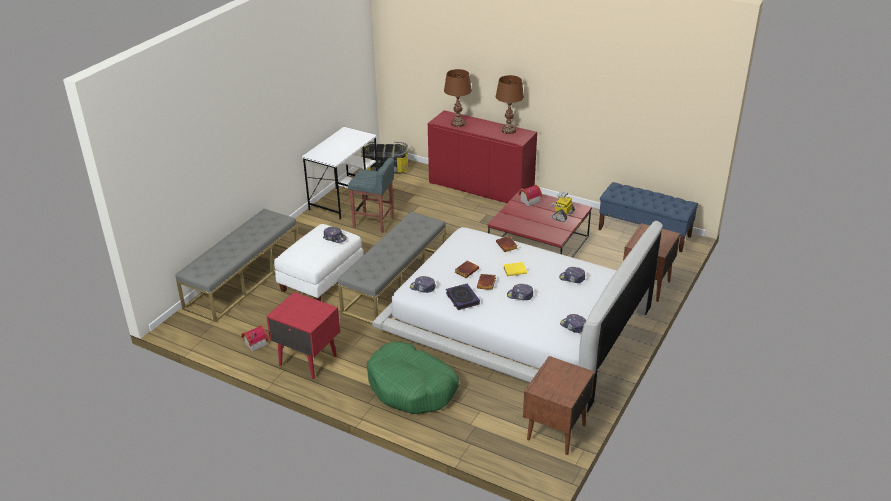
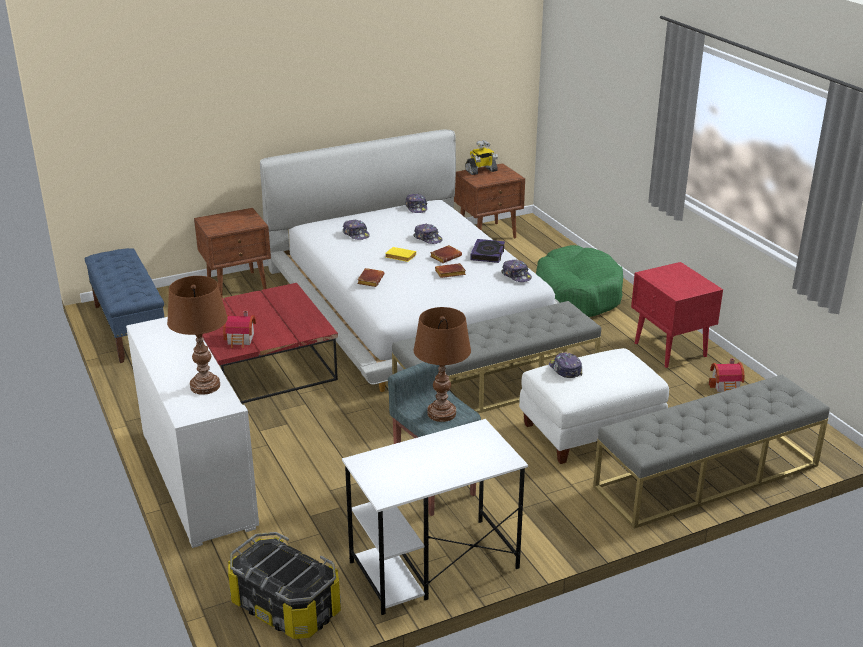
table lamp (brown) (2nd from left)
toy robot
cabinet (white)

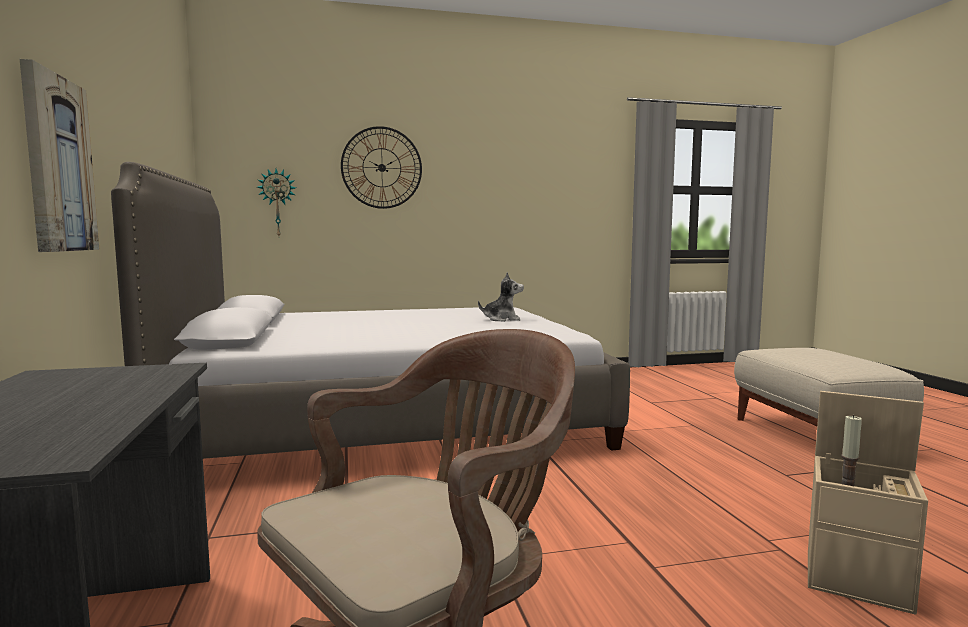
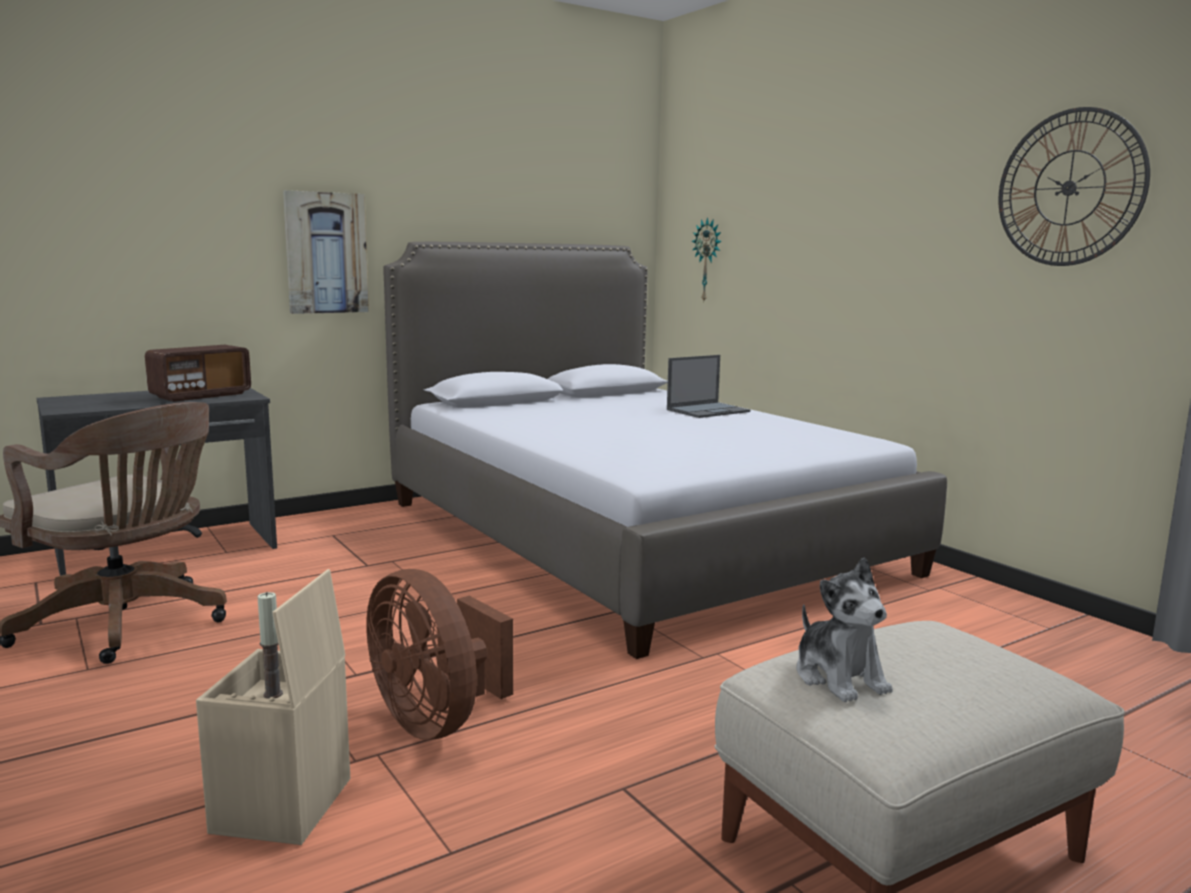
radio
fan (brown)
laptop
wall clock (2nd from left)
plush toy

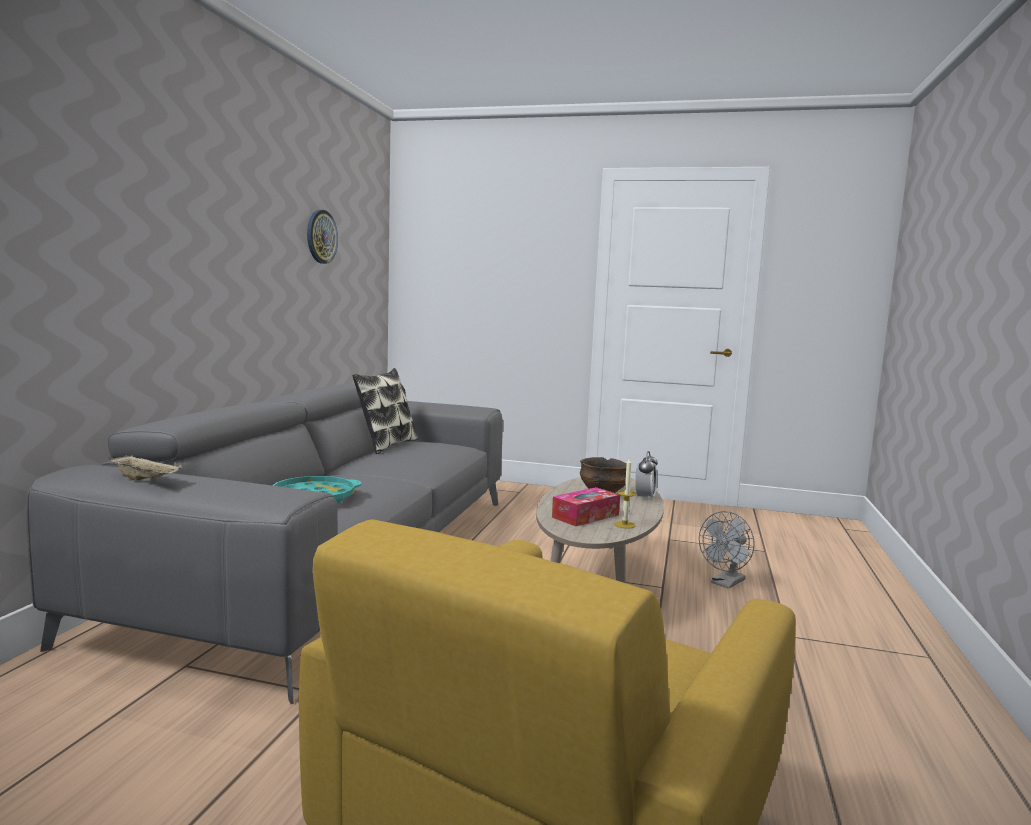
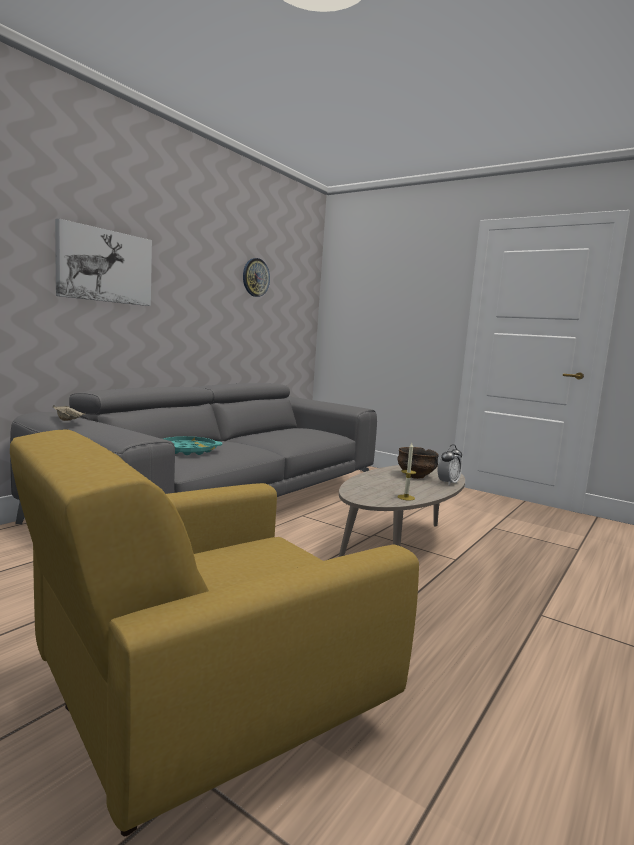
pillow
tissue box
fan (grey)
picture

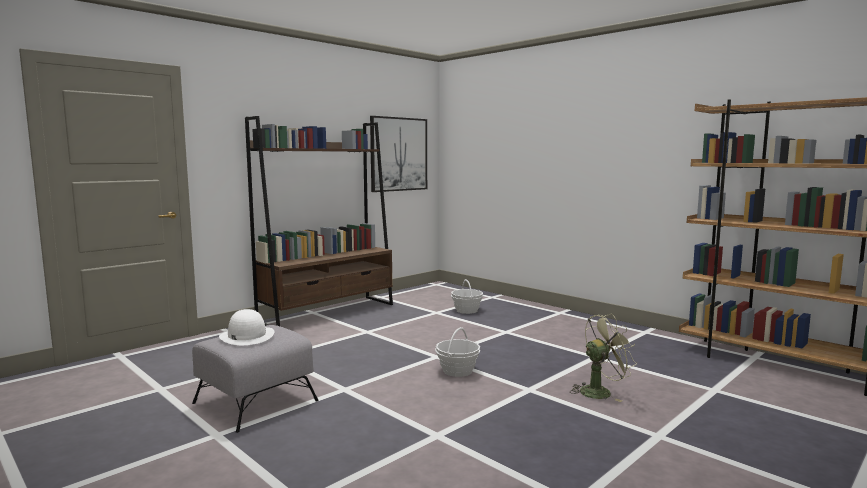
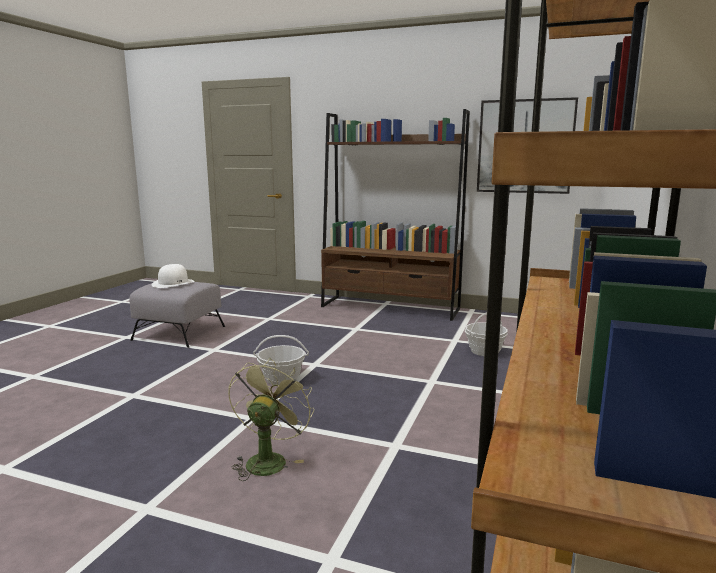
fan (green)

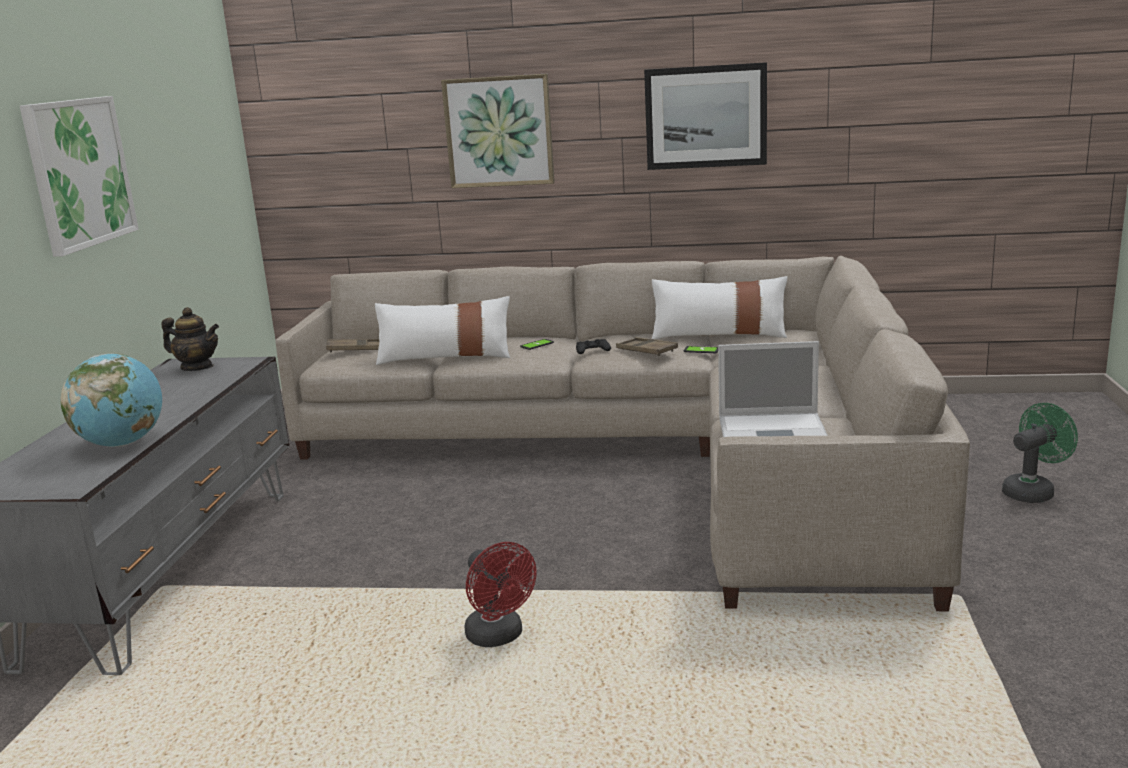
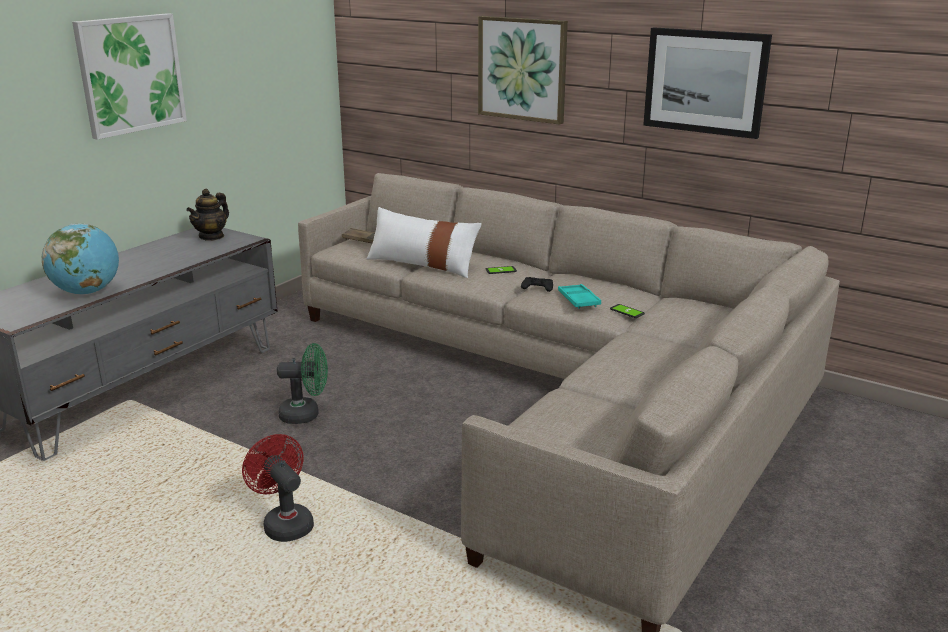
pillow (white) (2nd from left in the first image)
laptop
fan (green)
tray (turquoise)
teapot
fan (red)

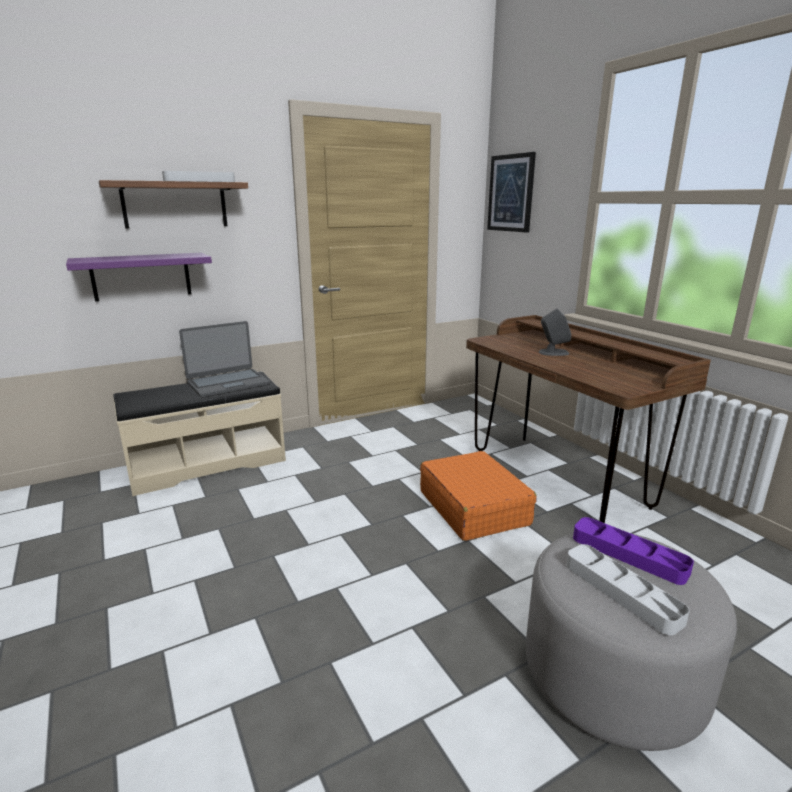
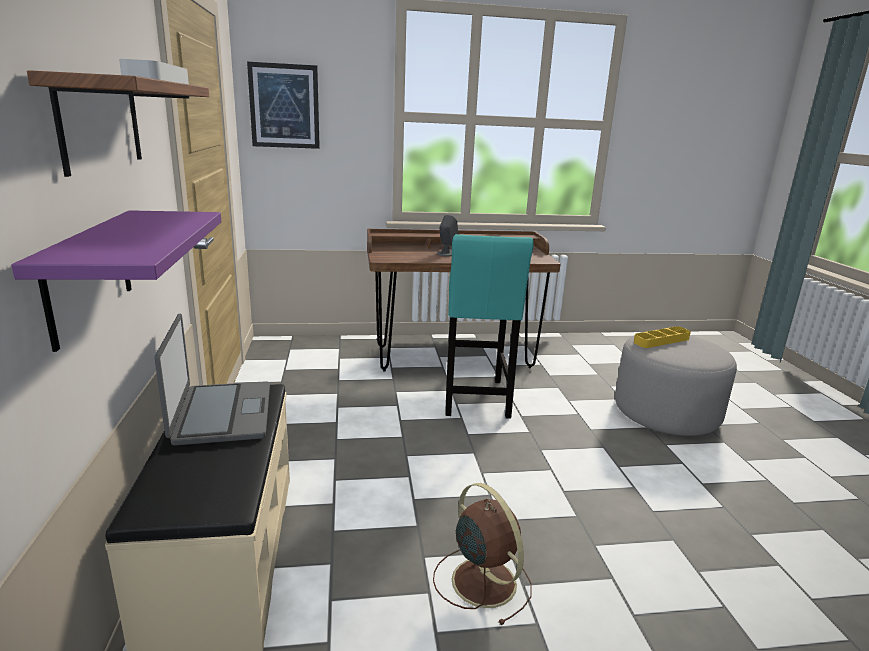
tray (grey) (2nd from left in the first image)
fan (brown)
stool (turquoise)
tray (yellow)

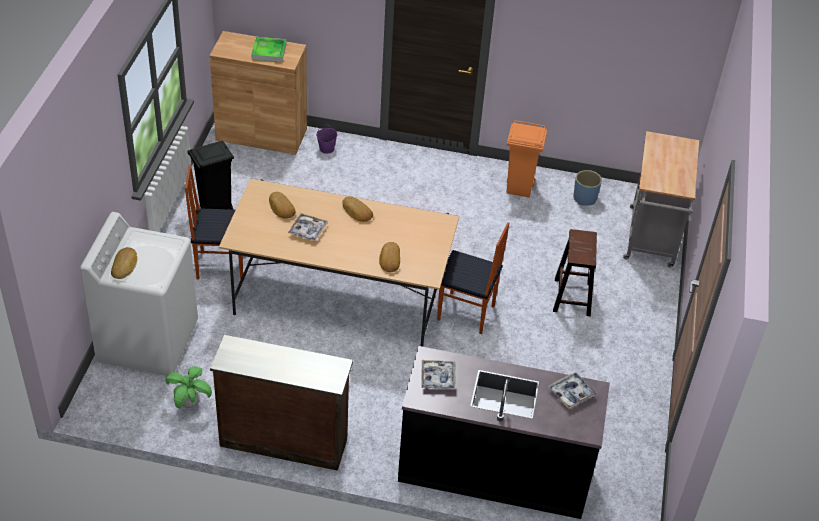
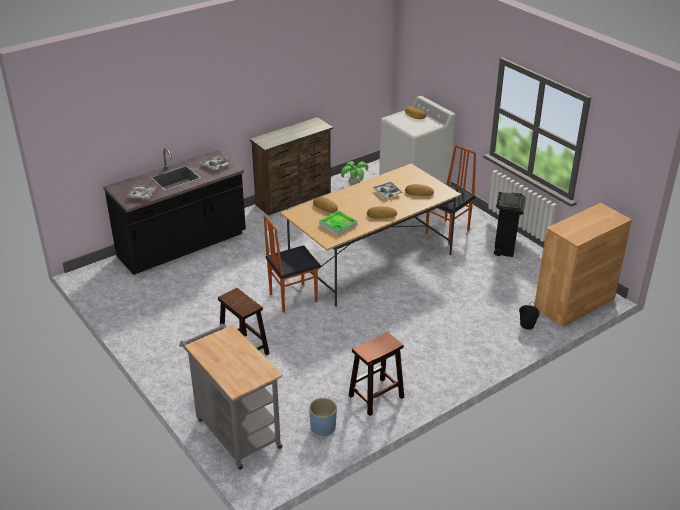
tray (3rd from left)
stool (brown) (2nd from left)
bucket (black)

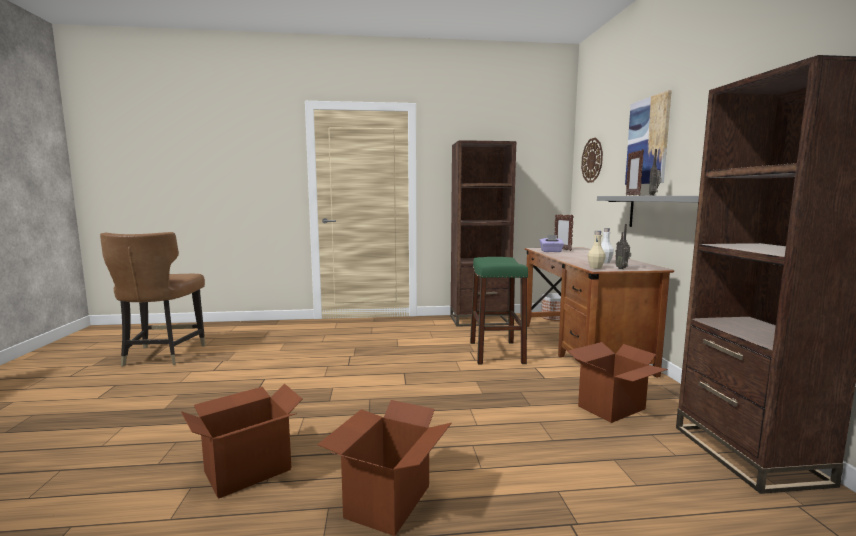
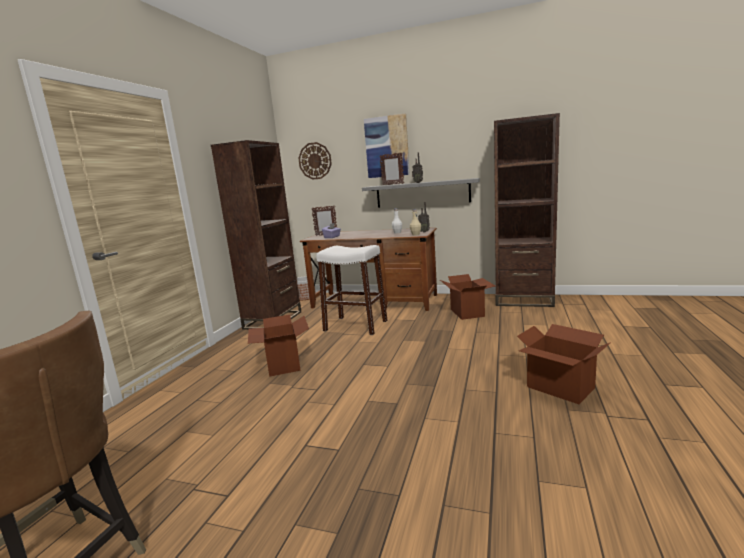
cardboard box (1st from left)
stool (white)

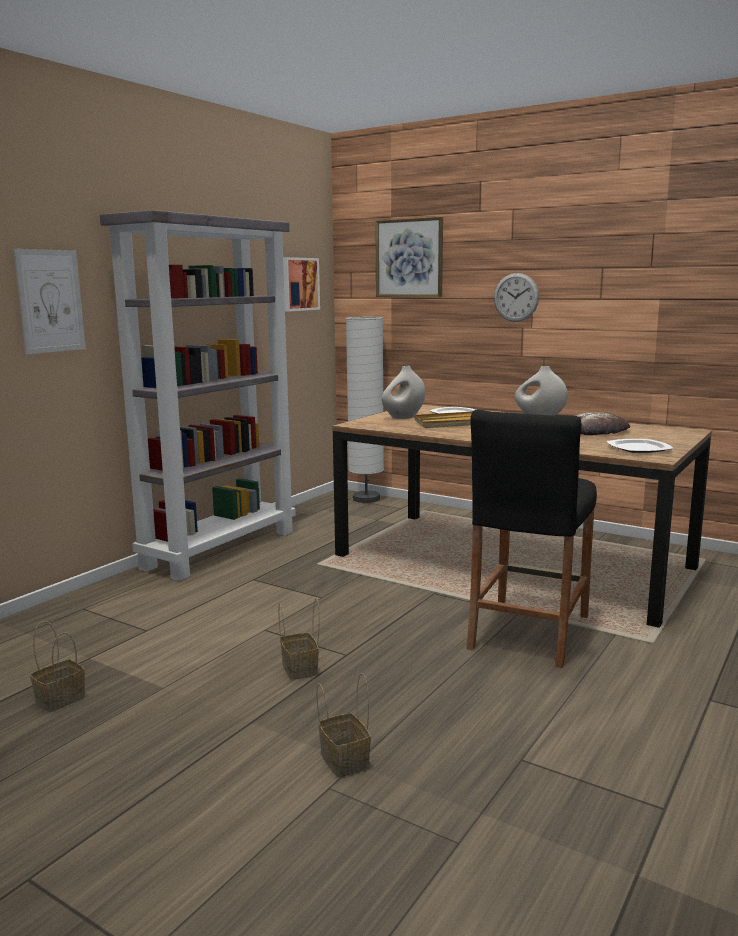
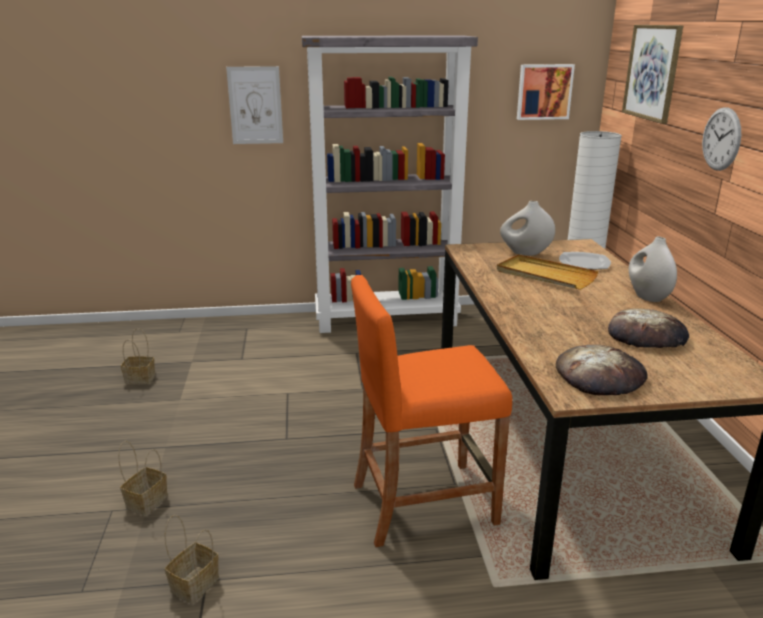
basket (3rd from left)
bread (1st from left)
stool (orange)

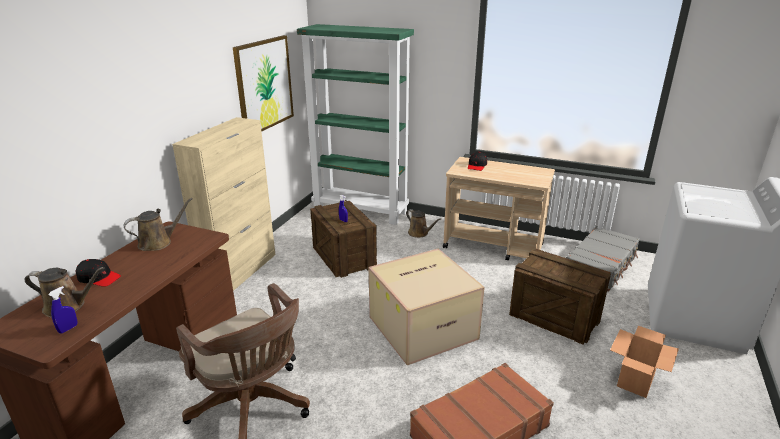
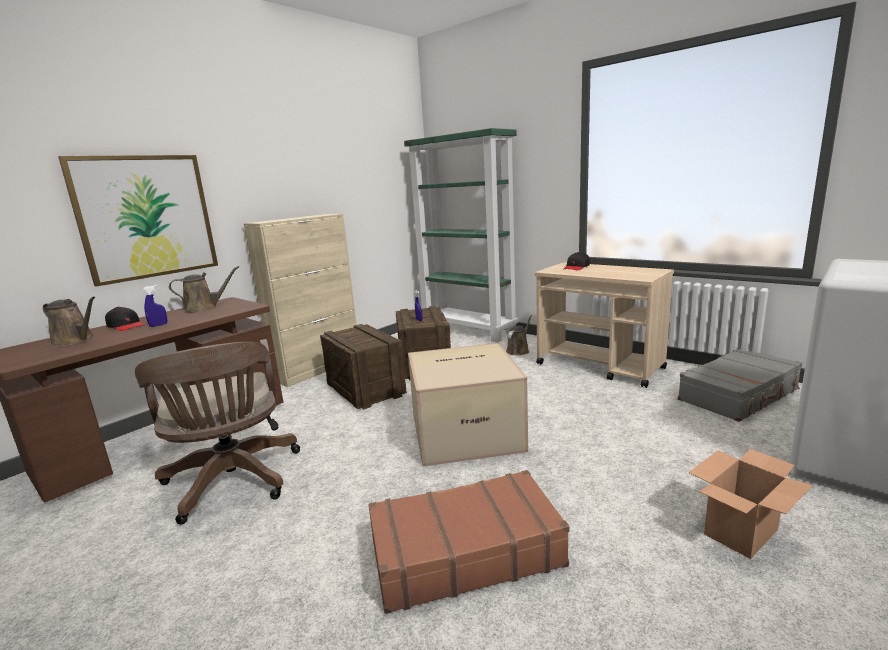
spray bottle (blue) (1st from left)
picture
crate (1st from left)
watering can (brown) (3rd from left)

